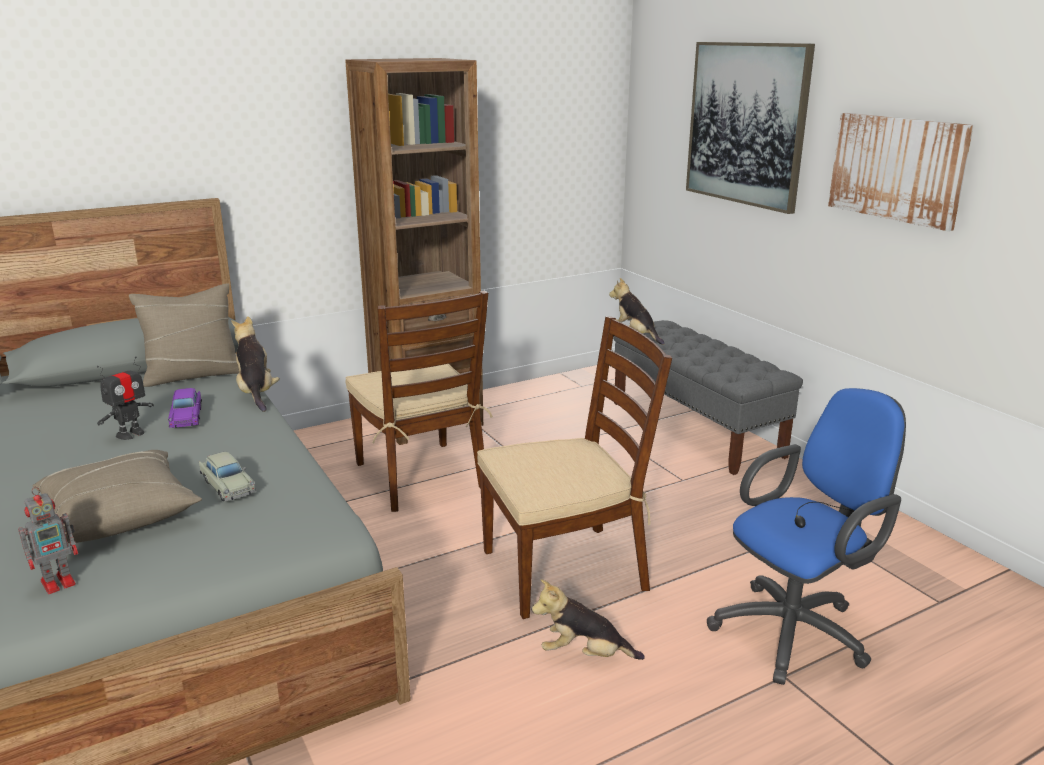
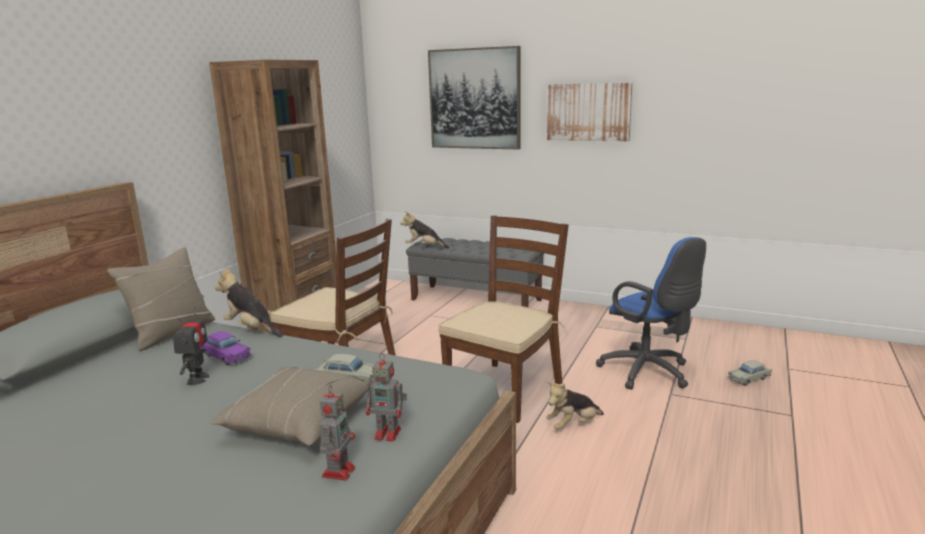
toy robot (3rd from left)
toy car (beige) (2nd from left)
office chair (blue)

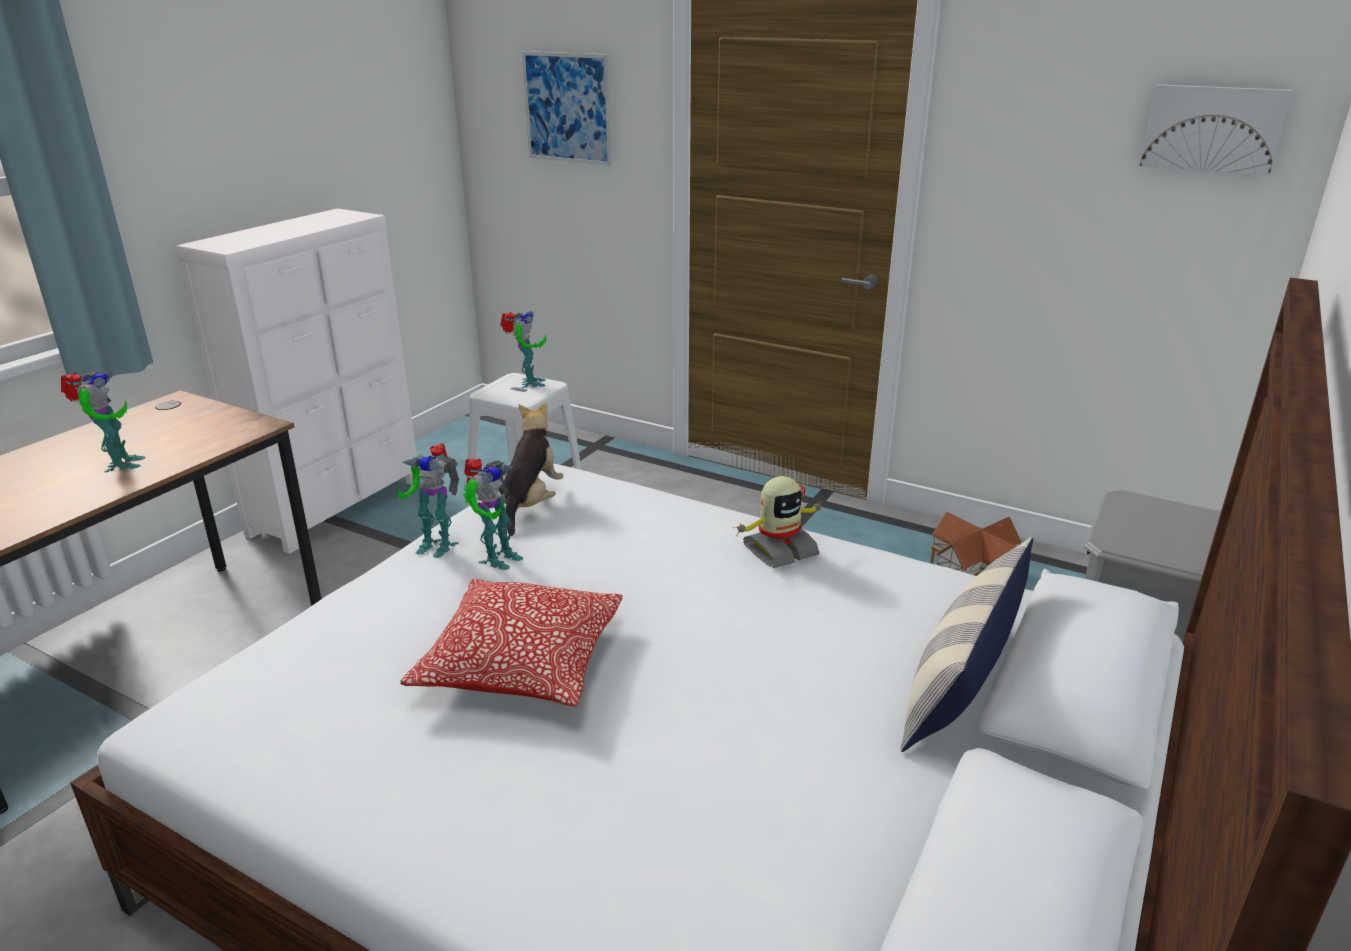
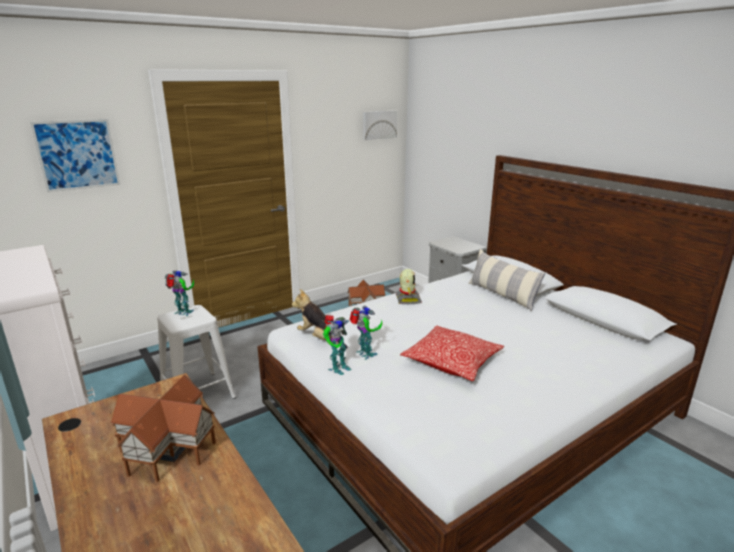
toy house (1st from left)

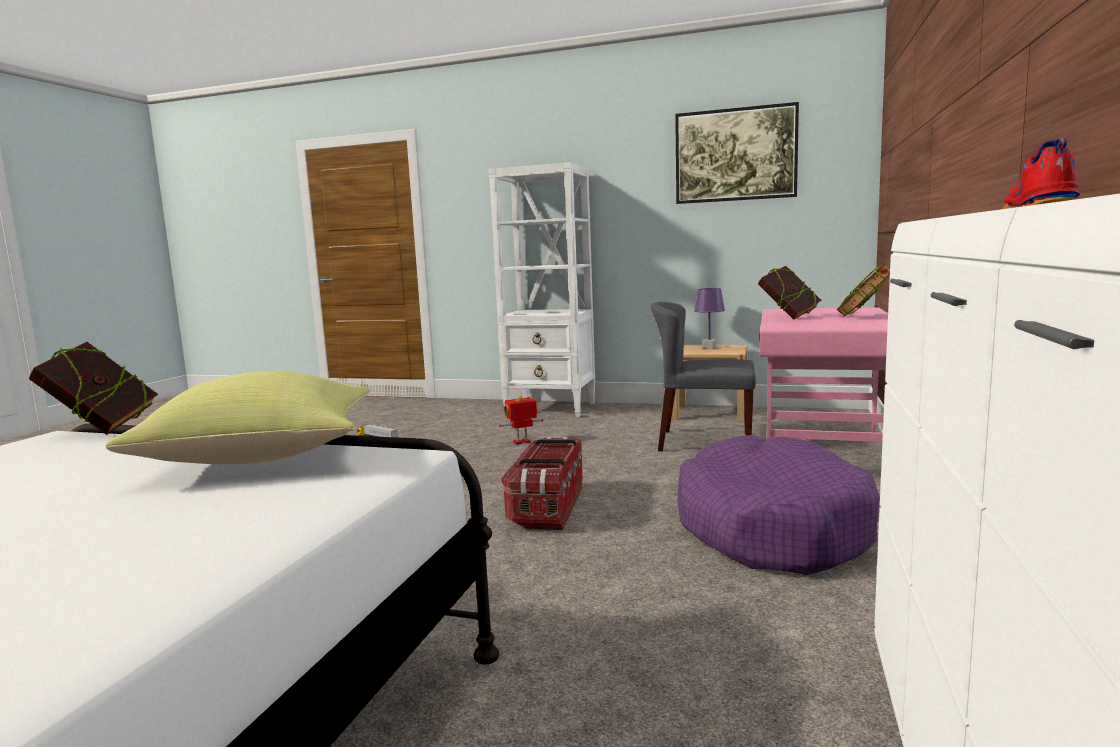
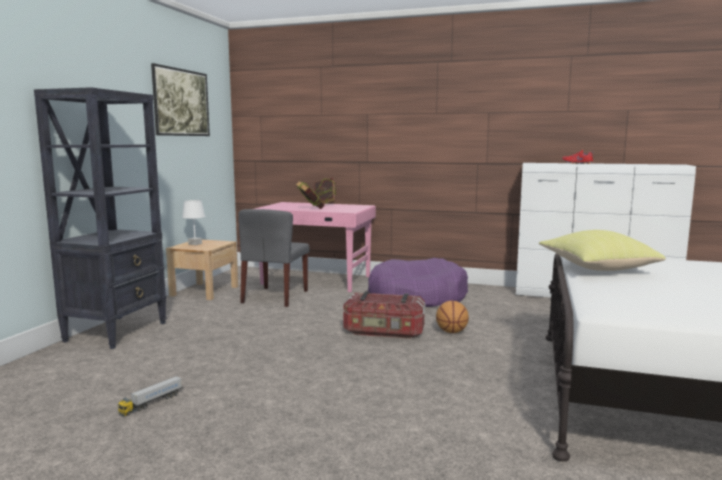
book (1st from left in the first image)
toy robot
basketball
bookcase (black)
table lamp (white)

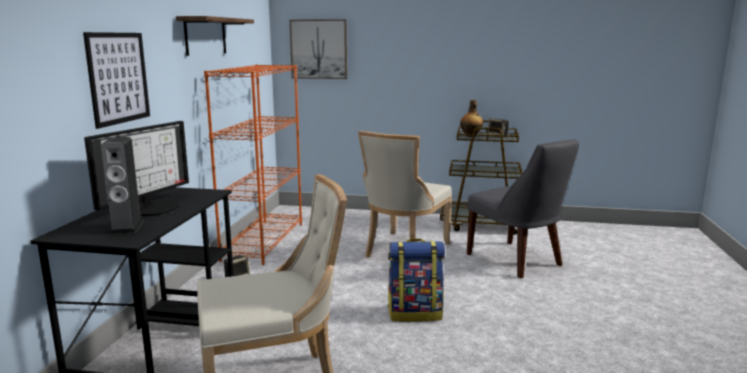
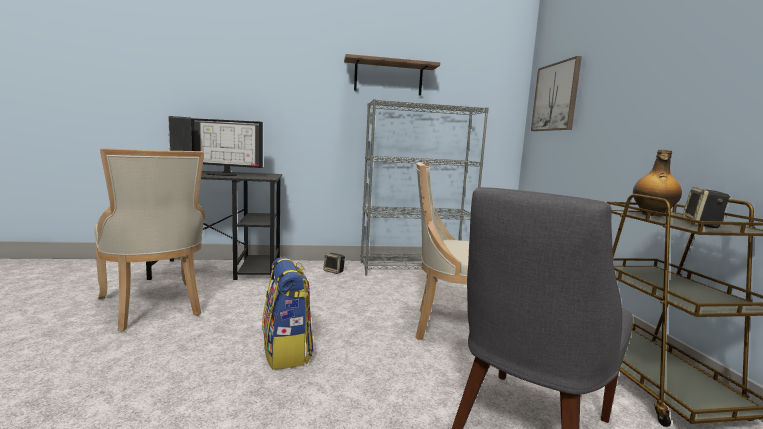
picture (1st from left in the first image)
bookcase (grey)

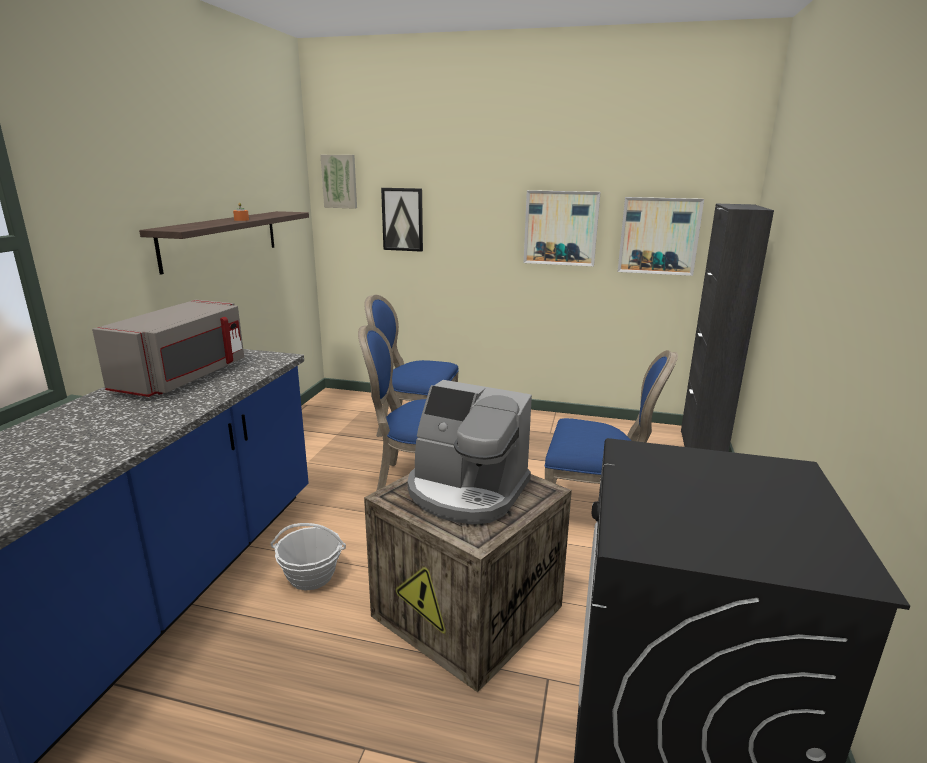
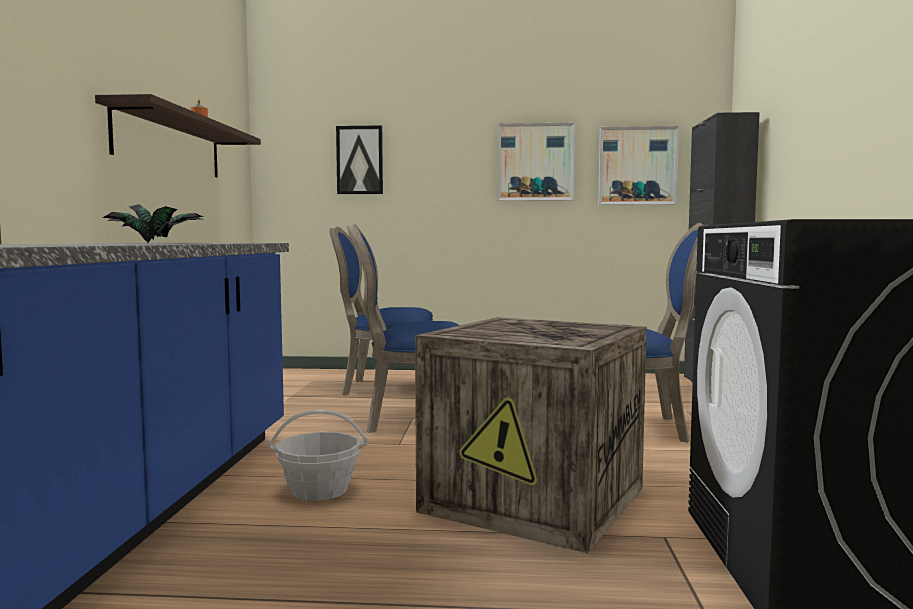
picture (1st from left in the first image)
coffee machine
potted plant

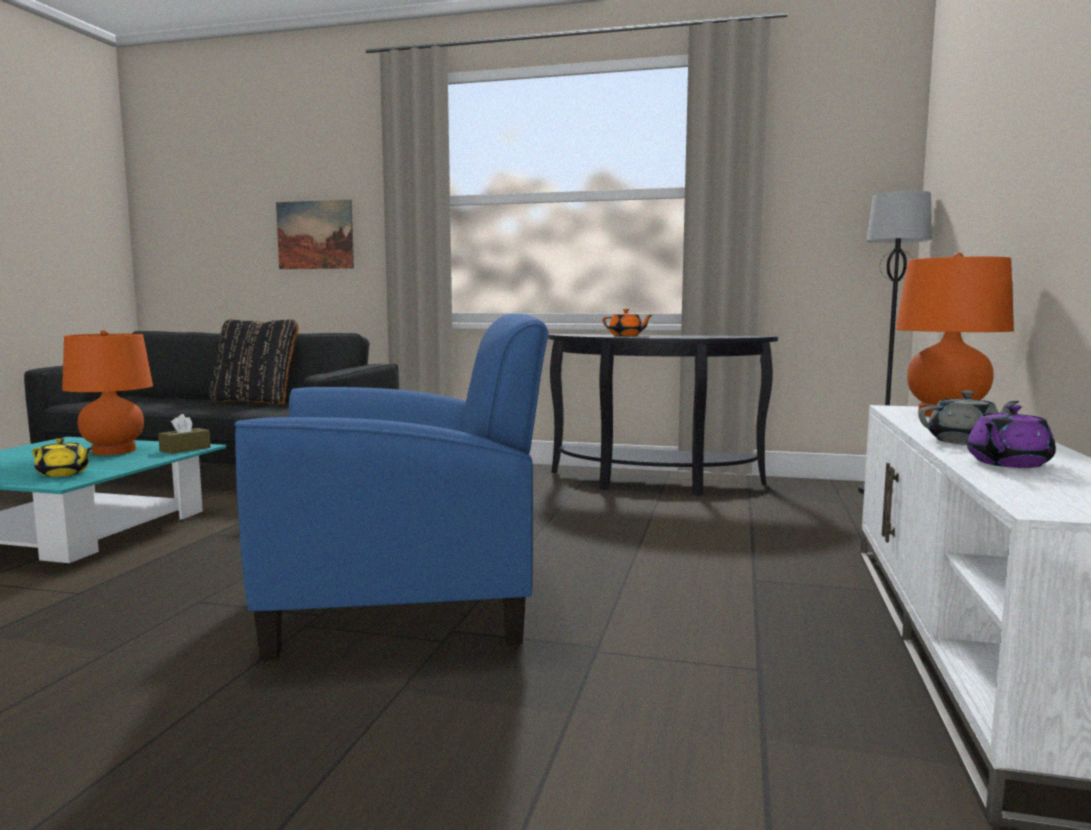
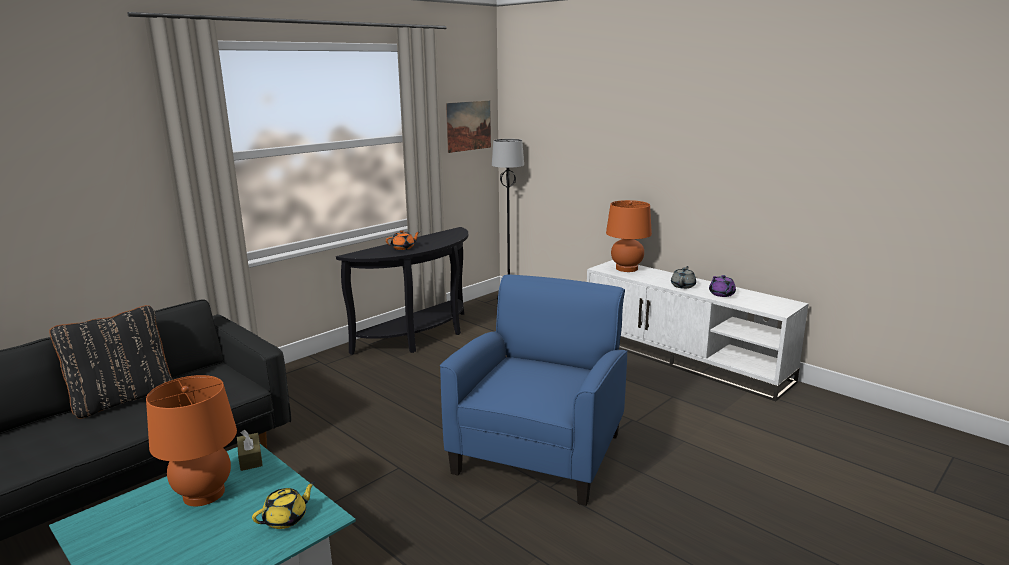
picture

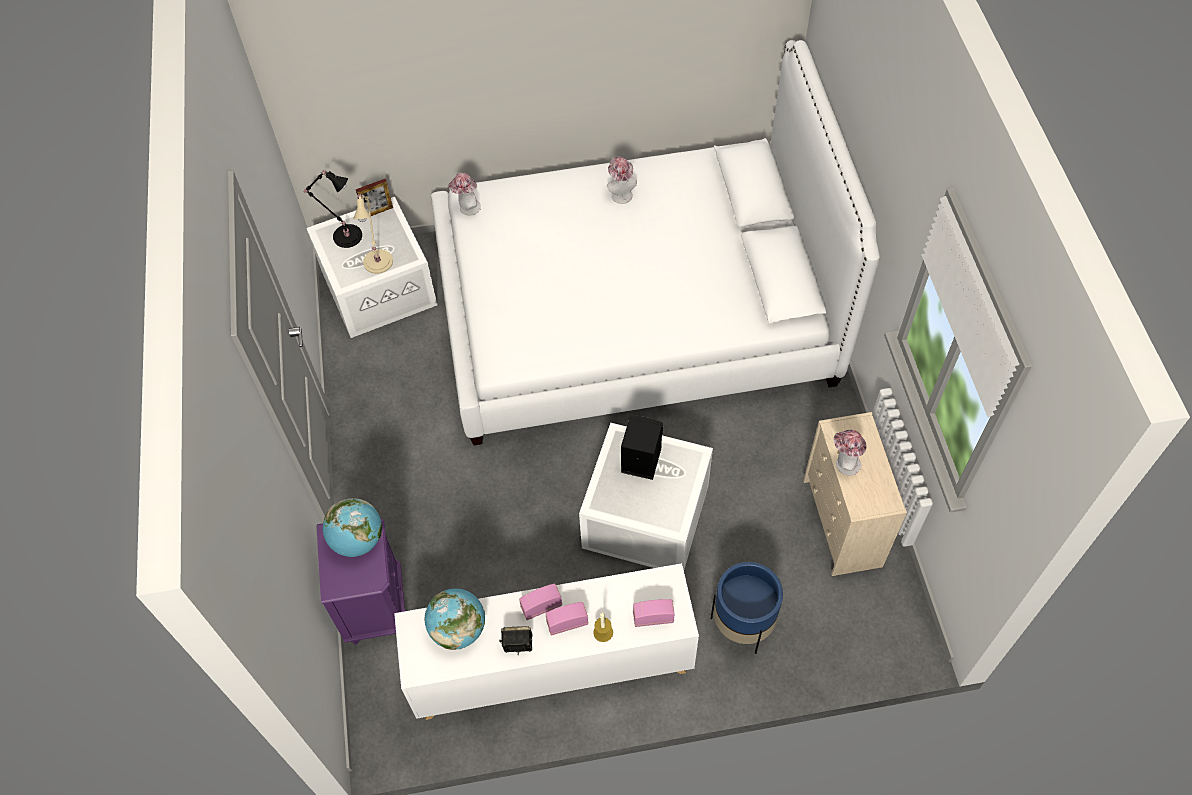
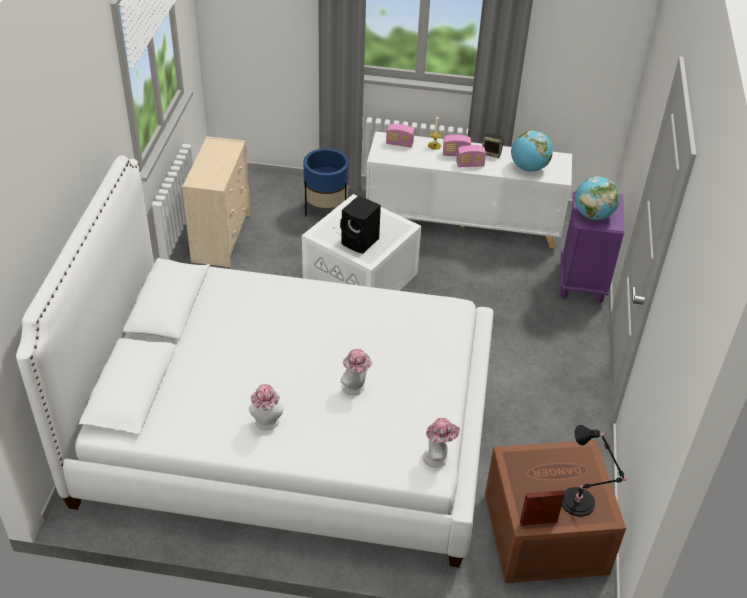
table lamp (beige)
hat (2nd from left)
storage box (brown)

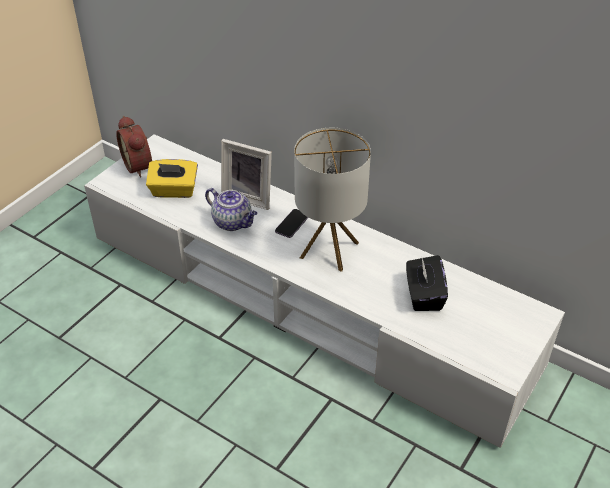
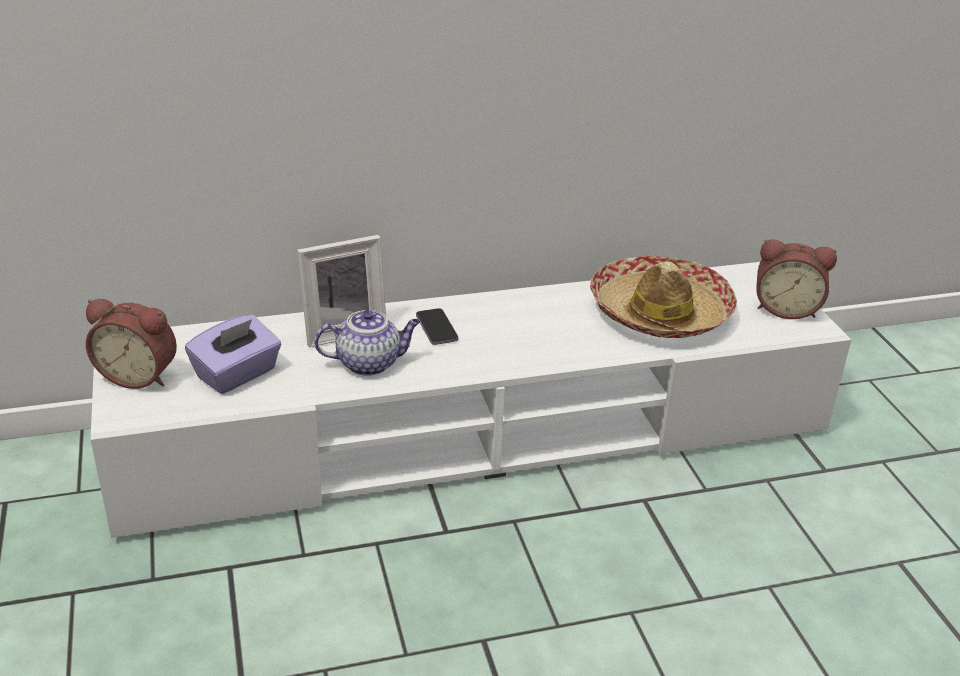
table lamp
alarm clock (2nd from left)
hat
tissue box (purple)

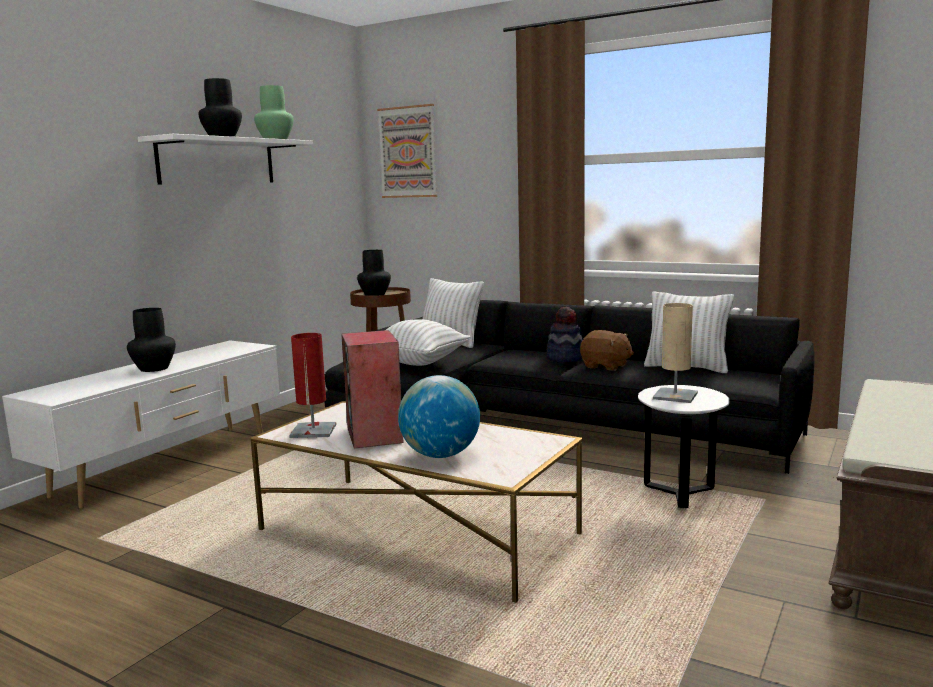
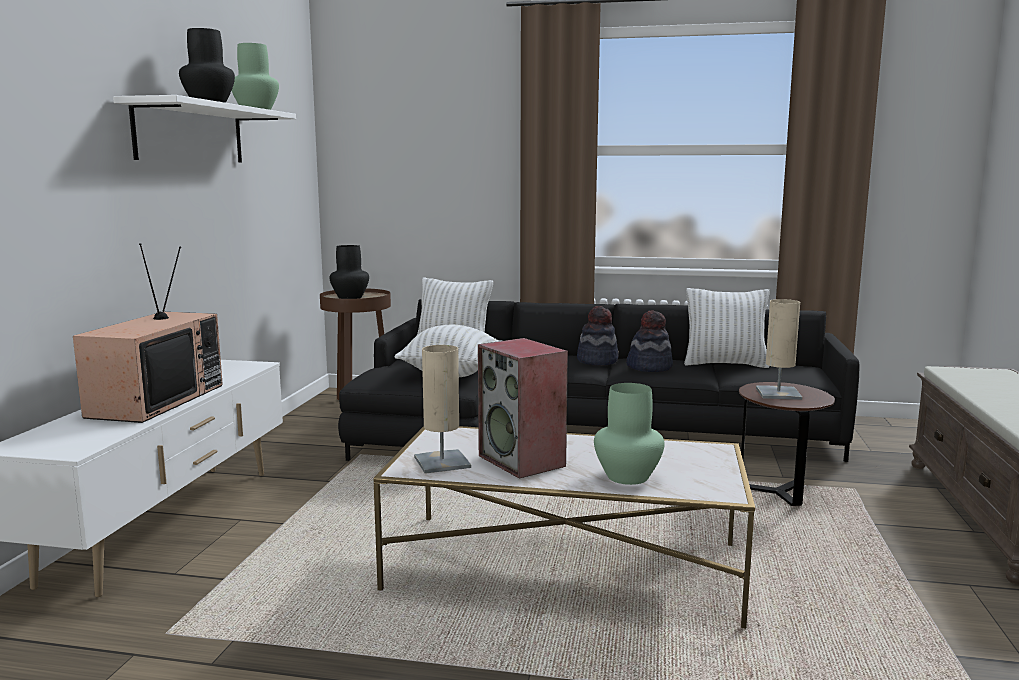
picture
television
vase (green) (2nd from left)
hat (2nd from left)
table lamp (beige) (1st from left)
side table (brown) (2nd from left)

